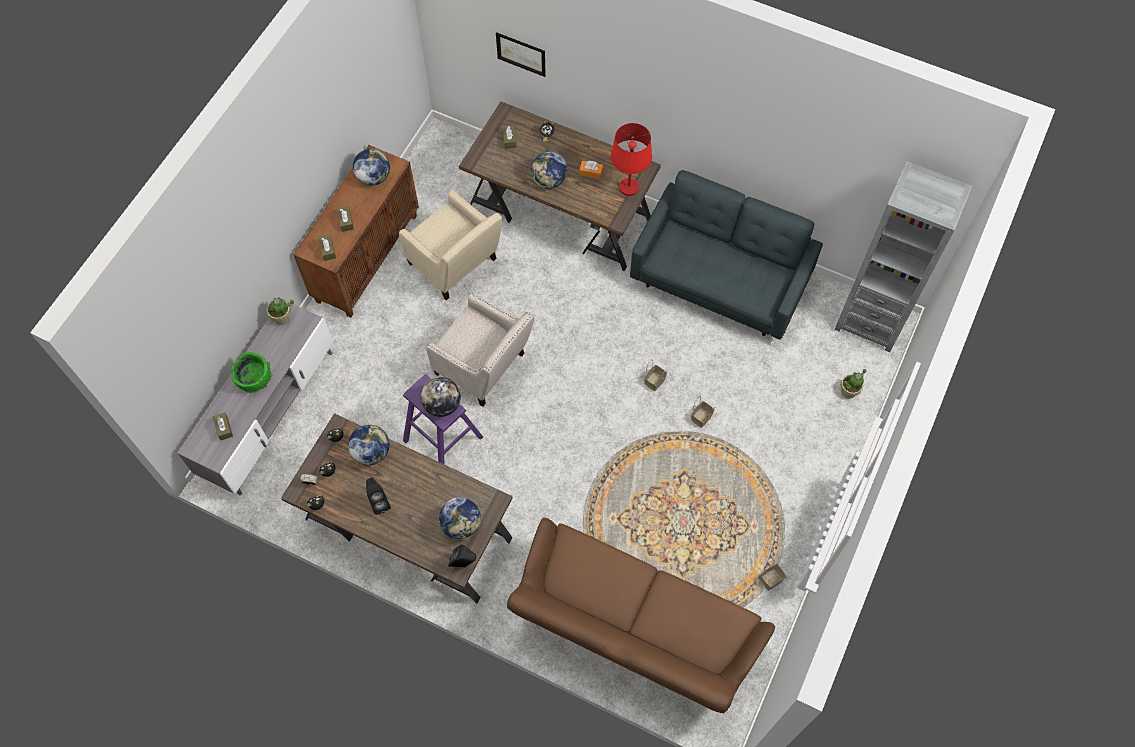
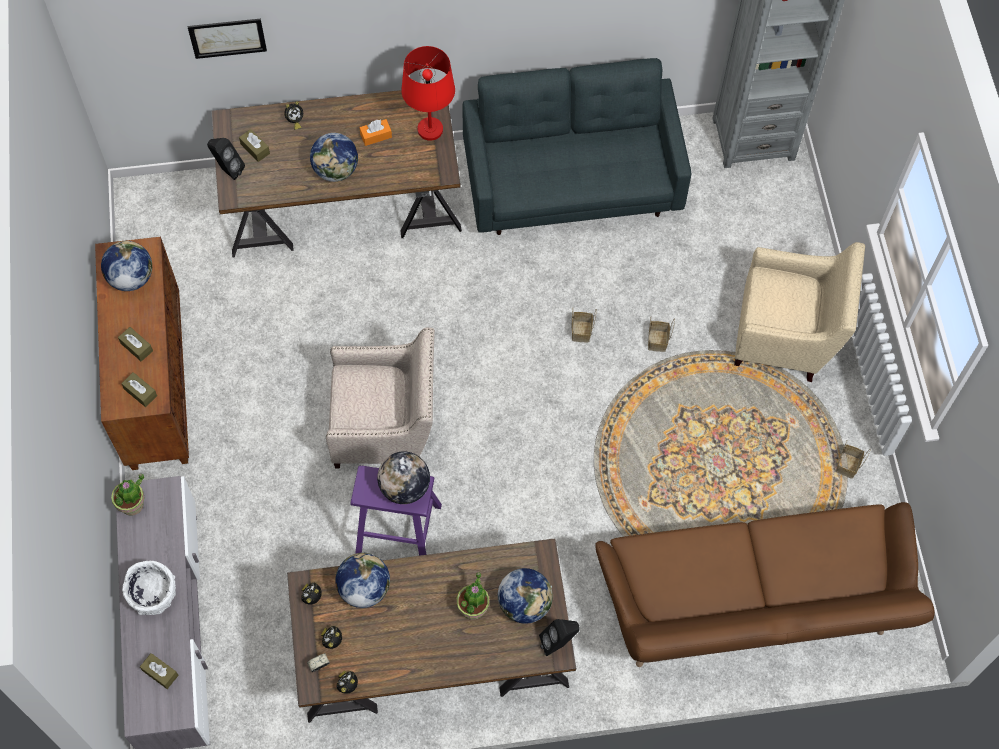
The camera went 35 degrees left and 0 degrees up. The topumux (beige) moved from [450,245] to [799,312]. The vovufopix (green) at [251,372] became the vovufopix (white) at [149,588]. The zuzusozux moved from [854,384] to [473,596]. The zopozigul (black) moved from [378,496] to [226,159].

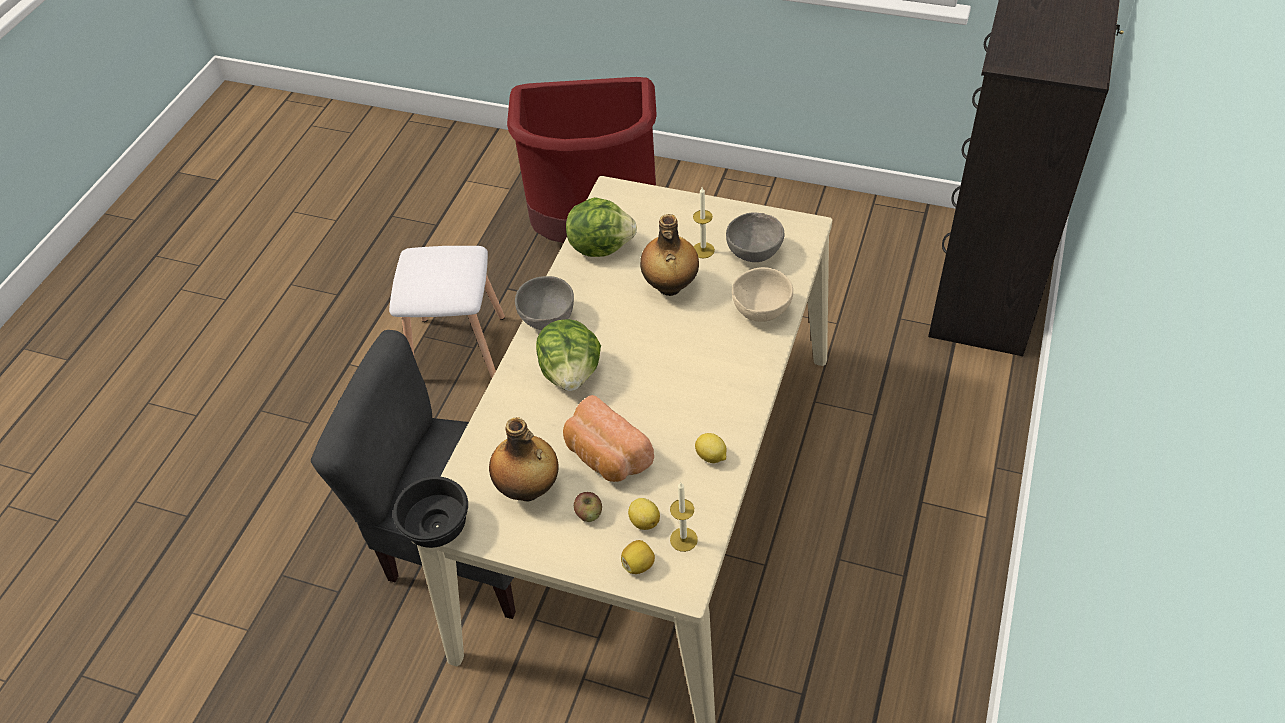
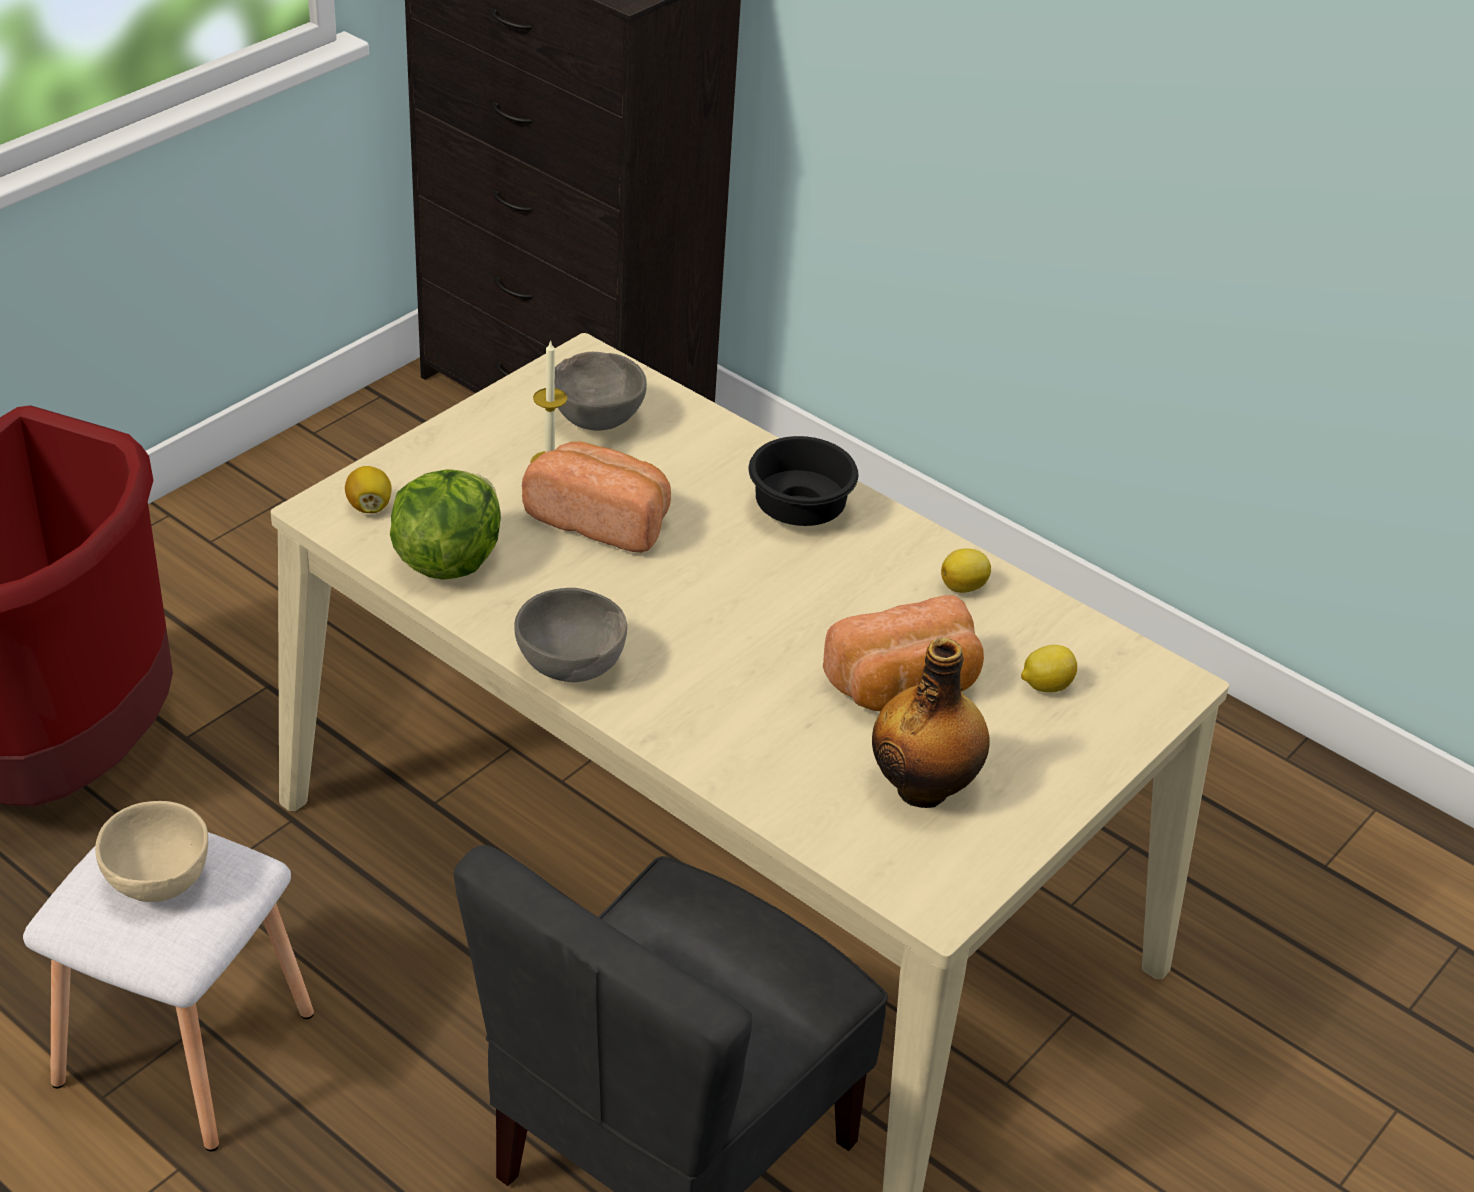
The camera went 75 degrees left and 10 degrees down. The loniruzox at [669,255] was replaced by the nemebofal at [596,497]. The vovufopix (beige) moved from [762,294] to [151,851]. The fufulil at [568,355] disappeared. The vovufopix (black) moved from [430,512] to [803,481]. The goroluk at [684,517] disappeared. The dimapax at [588,507] disappeared. The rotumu moved from [638,557] to [368,489].

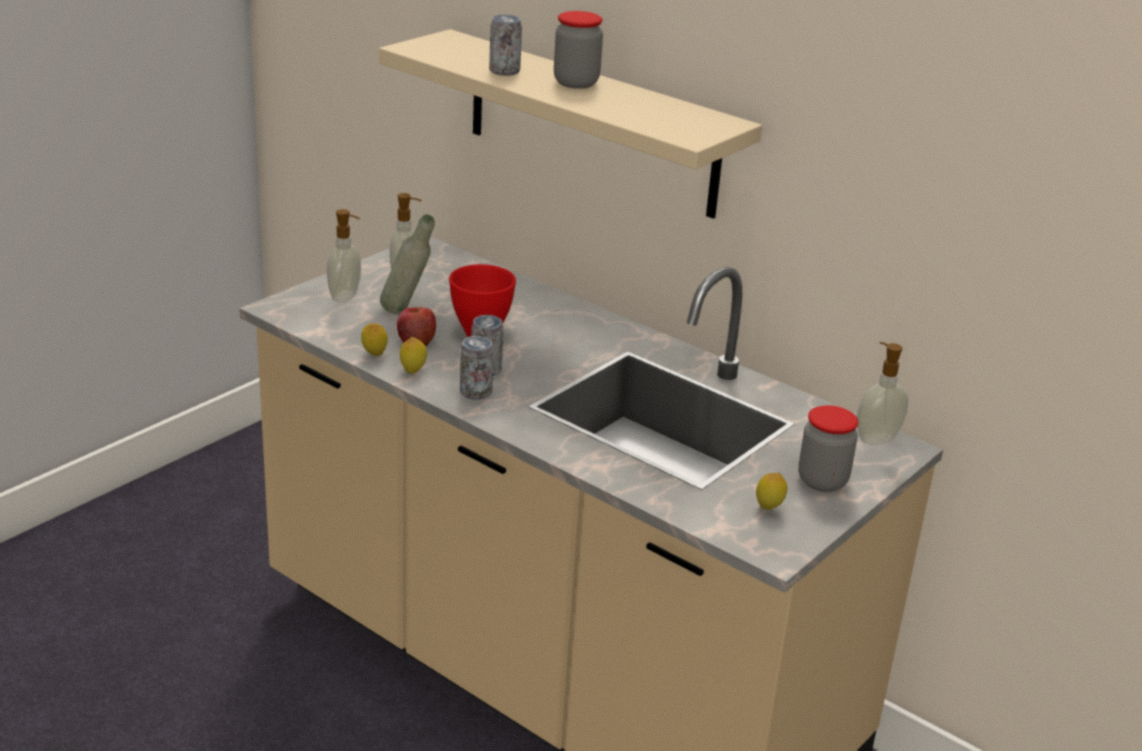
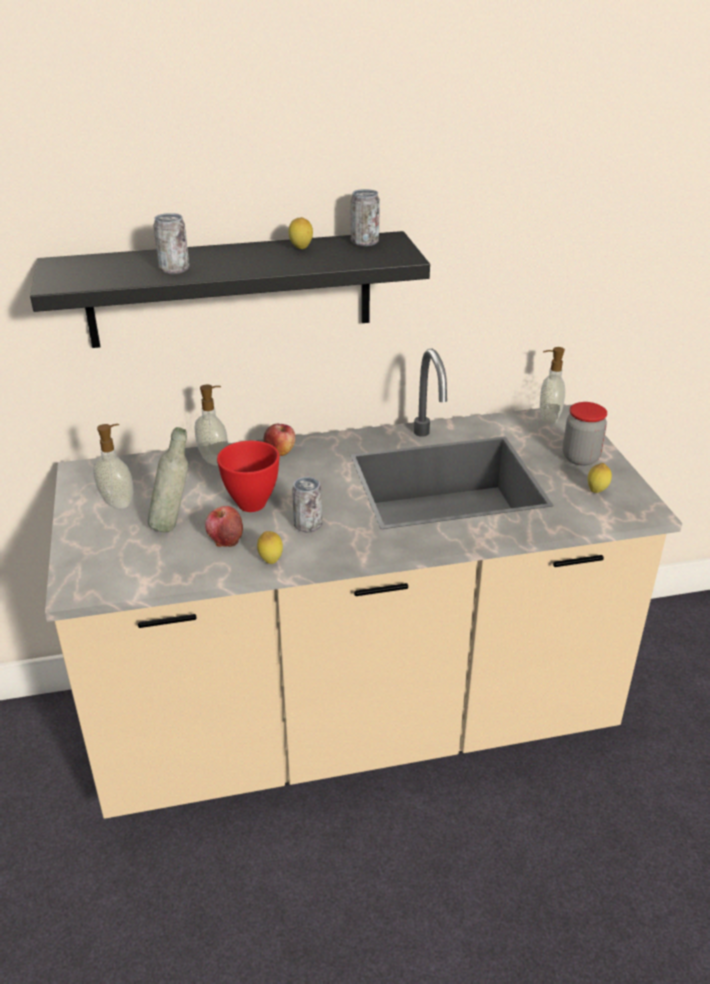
The camera went 50 degrees left and 5 degrees up. The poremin at [578,50] disappeared. The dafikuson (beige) at [570,124] became the dafikuson (black) at [230,289]. The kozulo moved from [344,256] to [211,425]. The rotumu moved from [374,339] to [300,233]. The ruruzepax moved from [477,368] to [365,217]. The dimapax at [279,440] appeared.

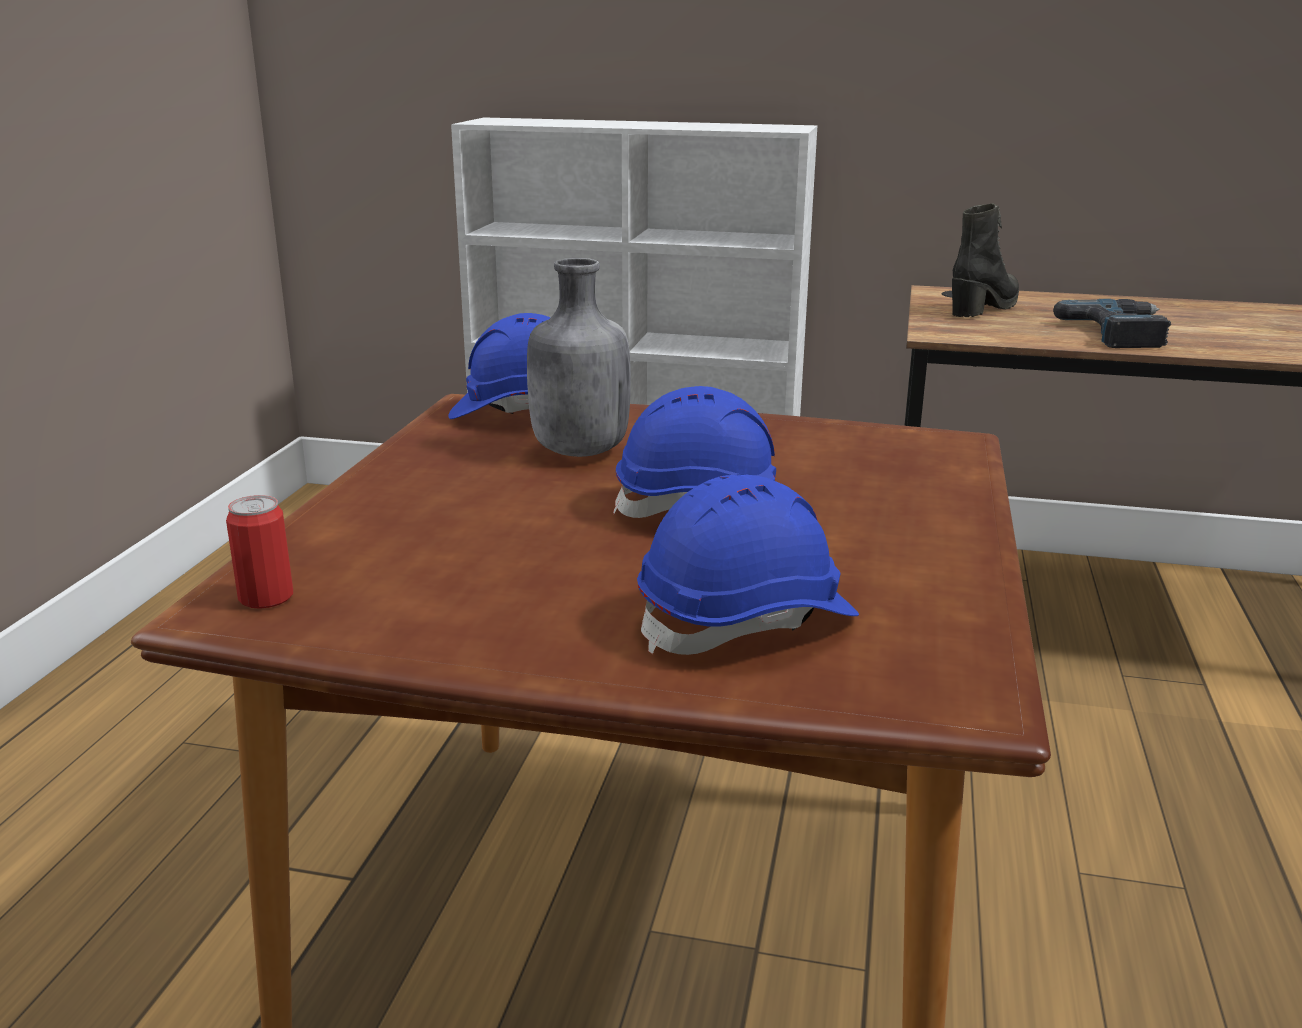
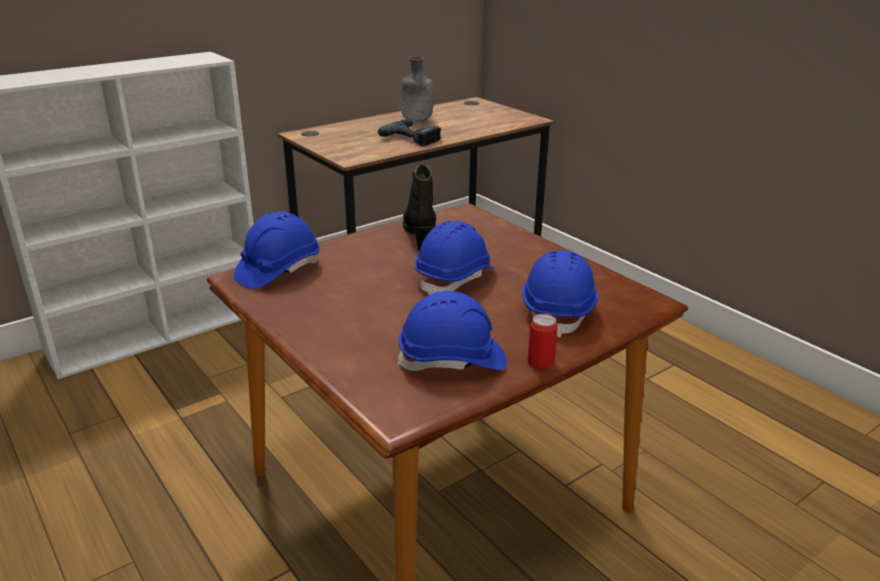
The camera went 50 degrees left and 5 degrees up. The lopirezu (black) moved from [985,260] to [419,207]. The loniruzox (grey) moved from [579,357] to [417,89]. The ruruzepax moved from [259,552] to [543,342]. The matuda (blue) at [452,331] appeared.

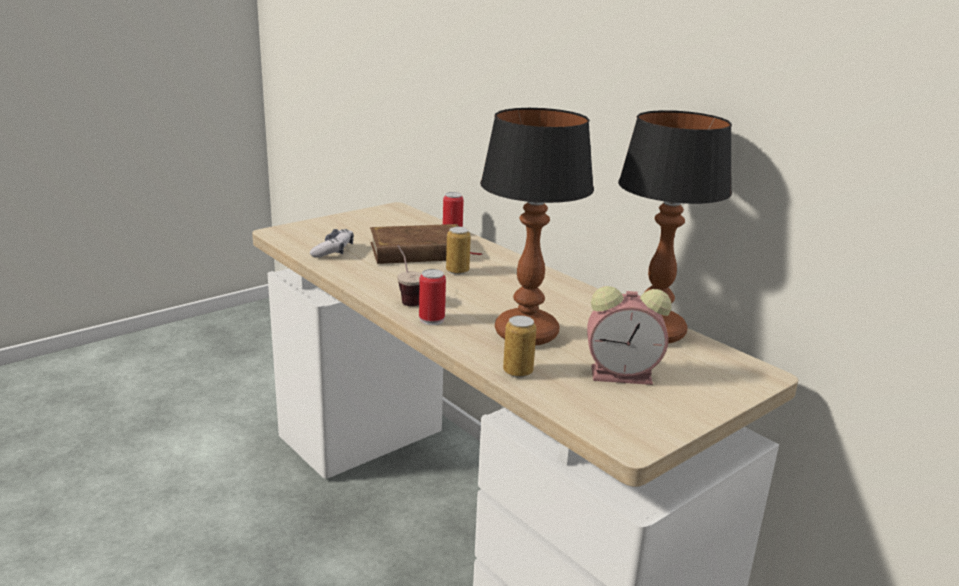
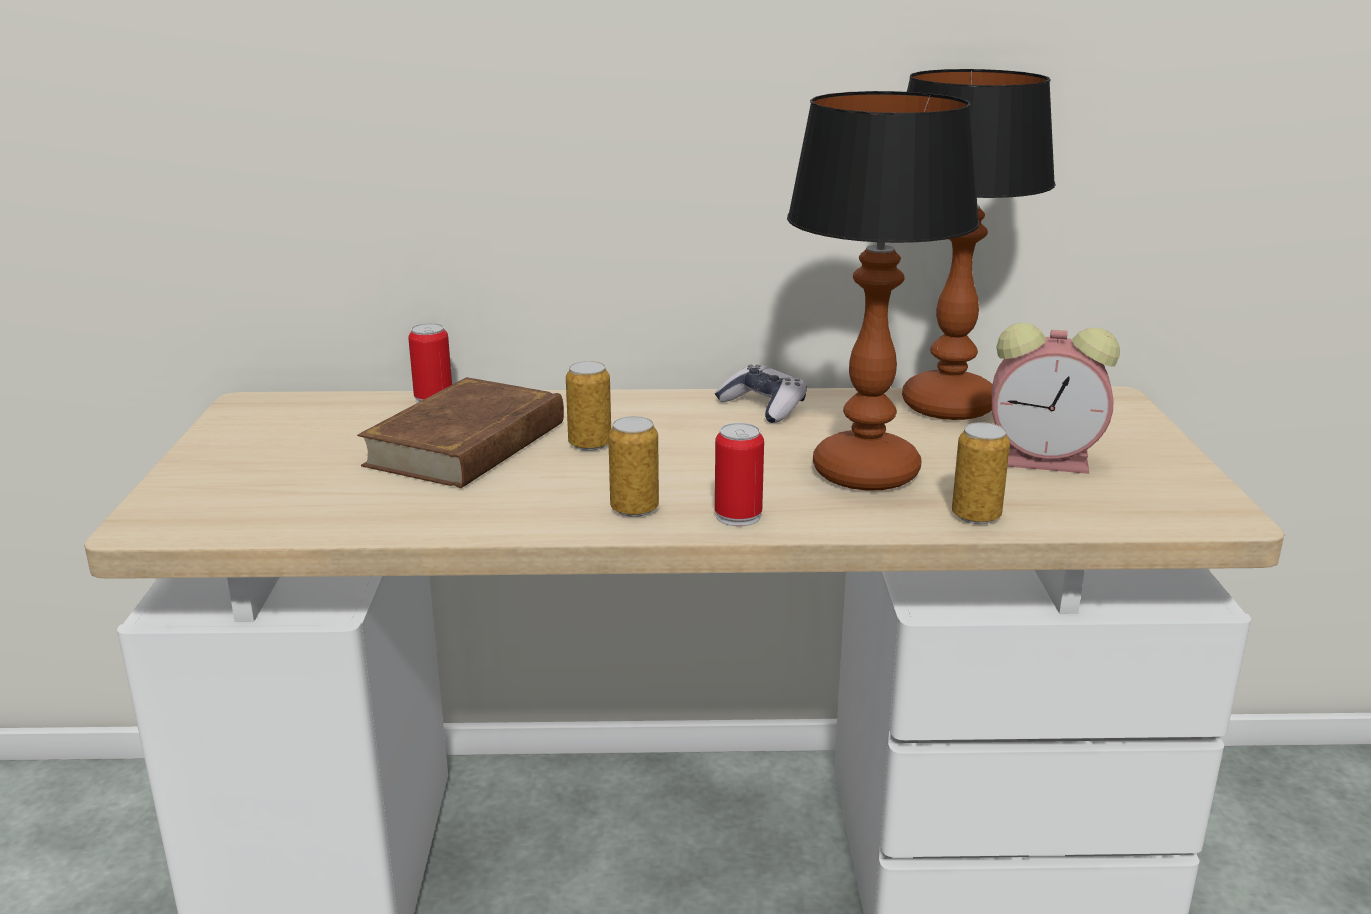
The camera went 50 degrees left and 0 degrees up. The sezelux moved from [332,243] to [761,393]. The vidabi at [409,275] was replaced by the ruruzepax at [633,466]. The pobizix at [629,335] turned 60 degrees clockwise.

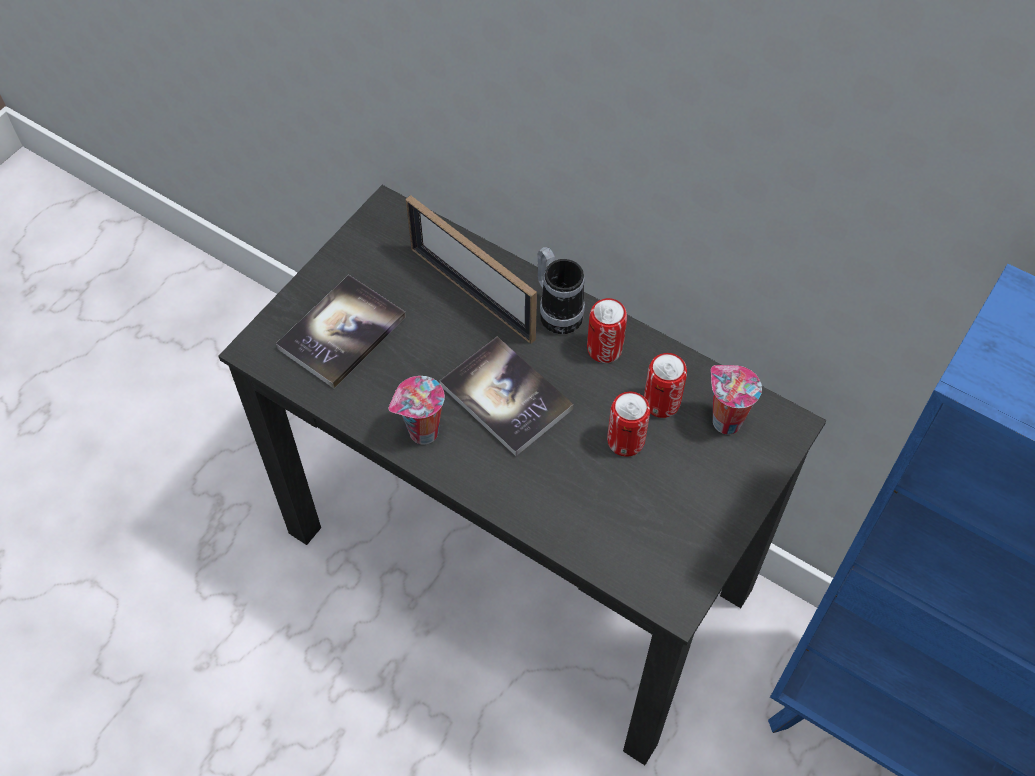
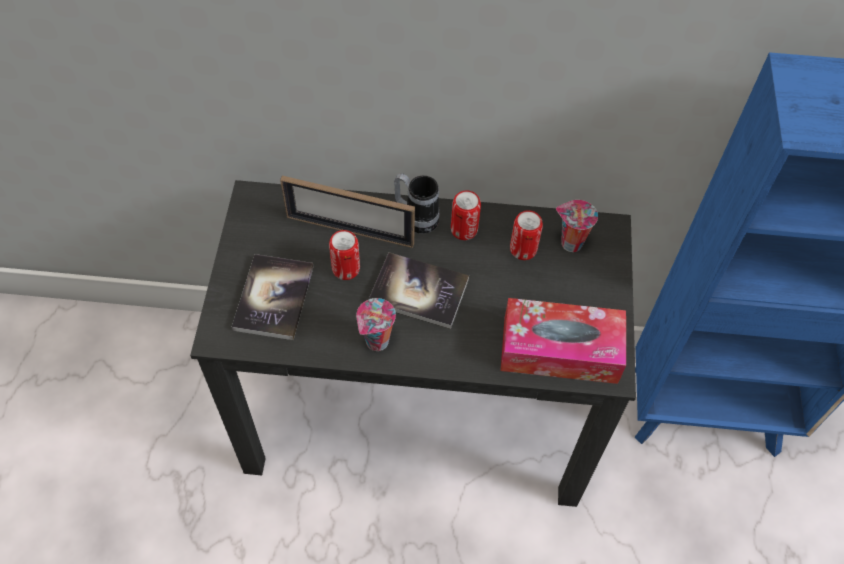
The camera went 30 degrees left and 0 degrees up. The ruruzepax moved from [628,424] to [344,255]. The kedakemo at [563,341] appeared.

